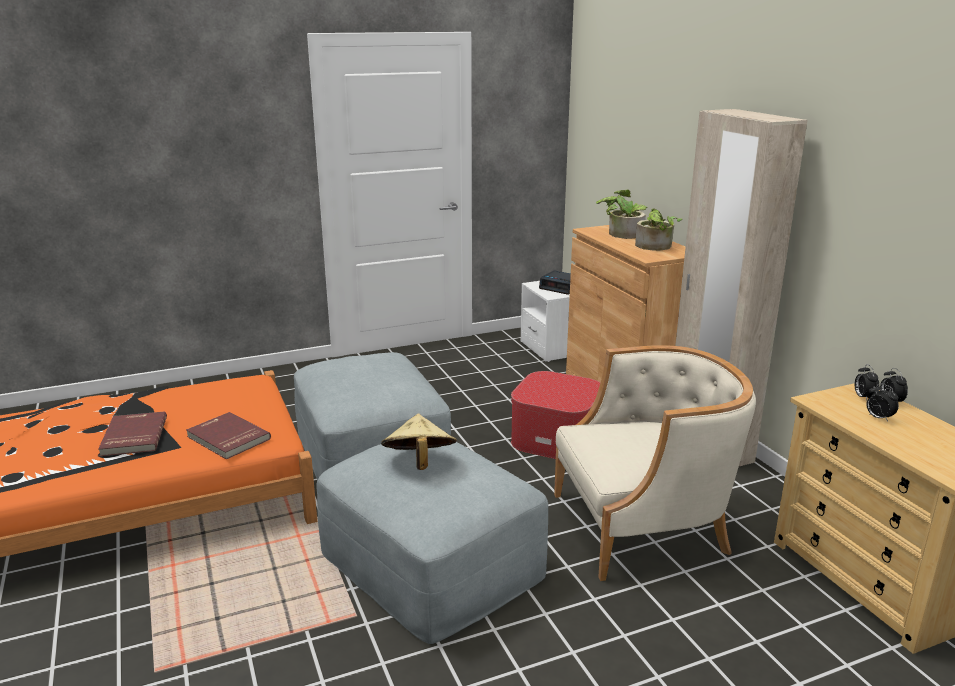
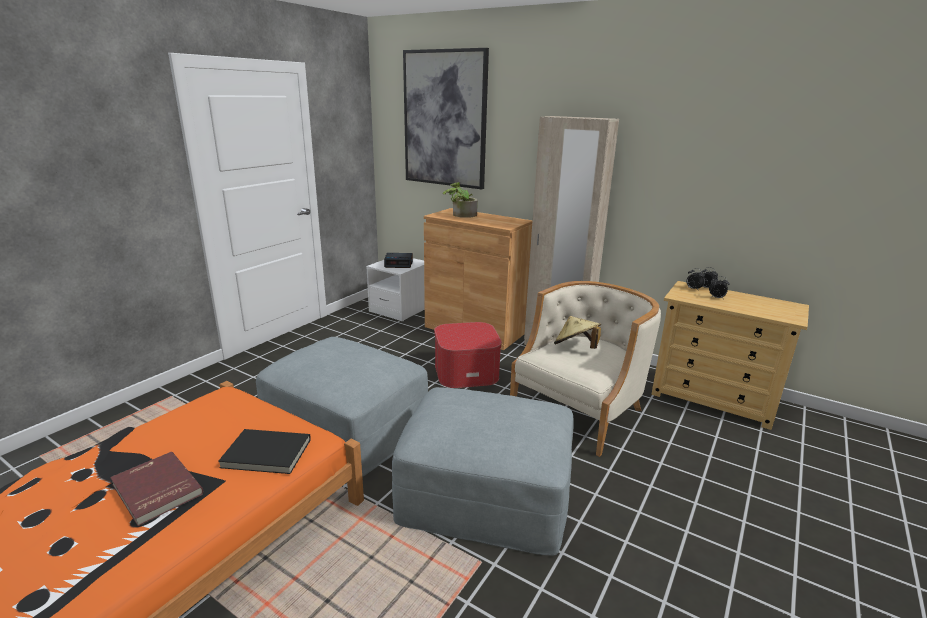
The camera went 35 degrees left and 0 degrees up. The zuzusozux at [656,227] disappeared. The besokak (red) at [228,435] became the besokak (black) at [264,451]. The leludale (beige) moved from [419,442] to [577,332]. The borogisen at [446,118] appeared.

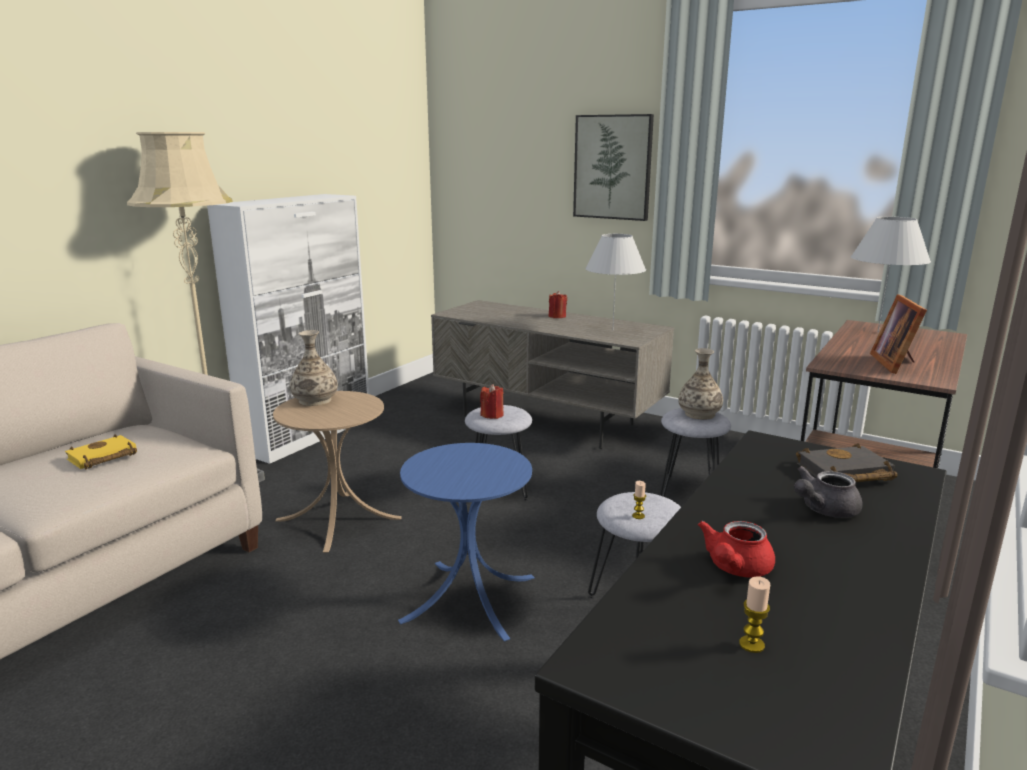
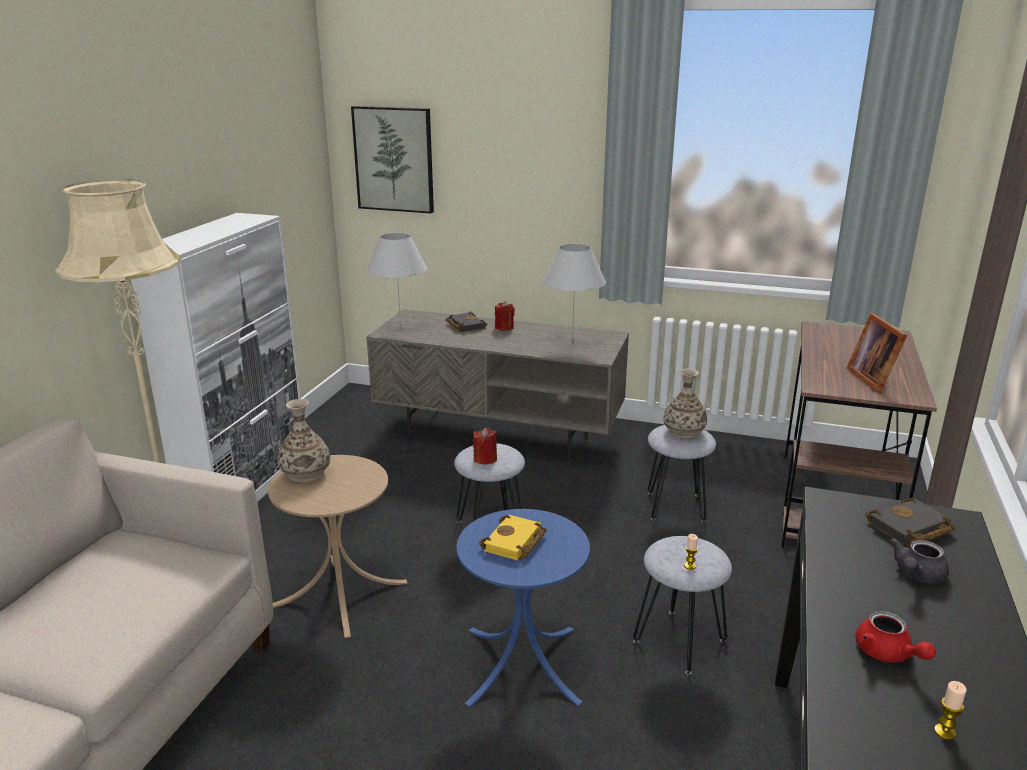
The camera went 15 degrees left and 5 degrees up. The borogisen moved from [613,167] to [392,159]. The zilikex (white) moved from [891,275] to [397,280]. The besokak (yellow) moved from [101,452] to [513,537]. The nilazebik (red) at [736,549] turned 45 degrees counterclockwise. The besokak (black) at [466,322] appeared.

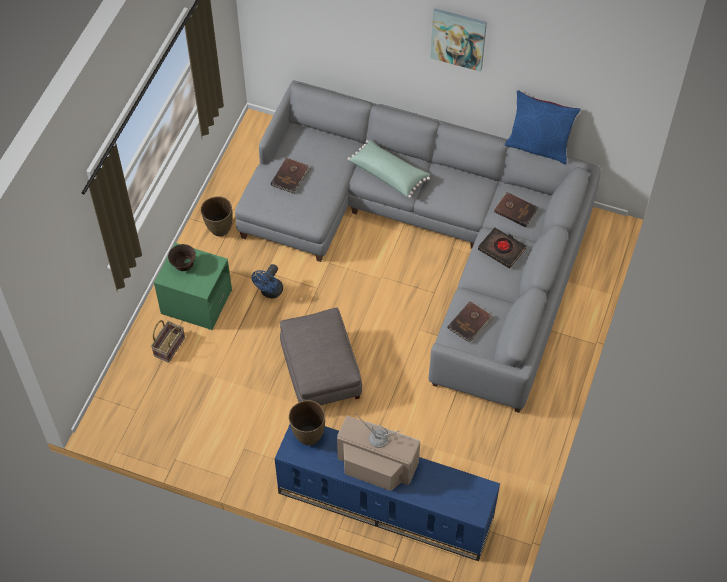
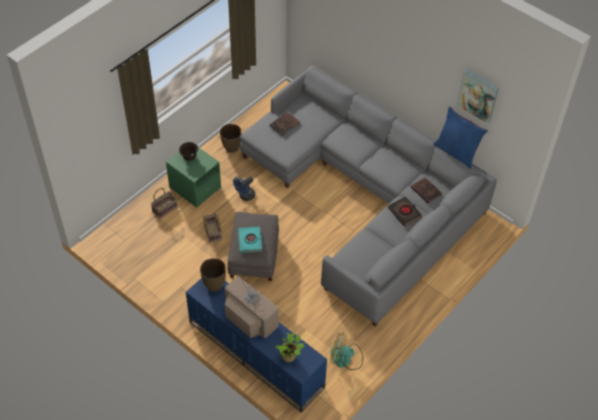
The camera went 20 degrees right and 5 degrees down. The borogisen moved from [458,40] to [478,96]. The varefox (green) at [389,168] disappeared. The besokak (brown) at [471,322] disappeared. The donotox at [212,227] appeared. The besokak (turquoise) at [250,239] appeared. The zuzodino at [346,351] appeared. The zuzusozux at [289,347] appeared.

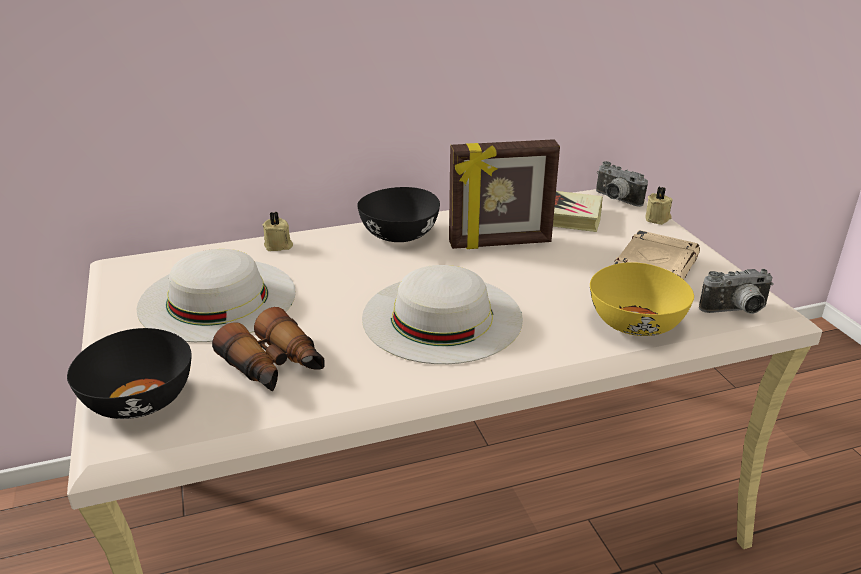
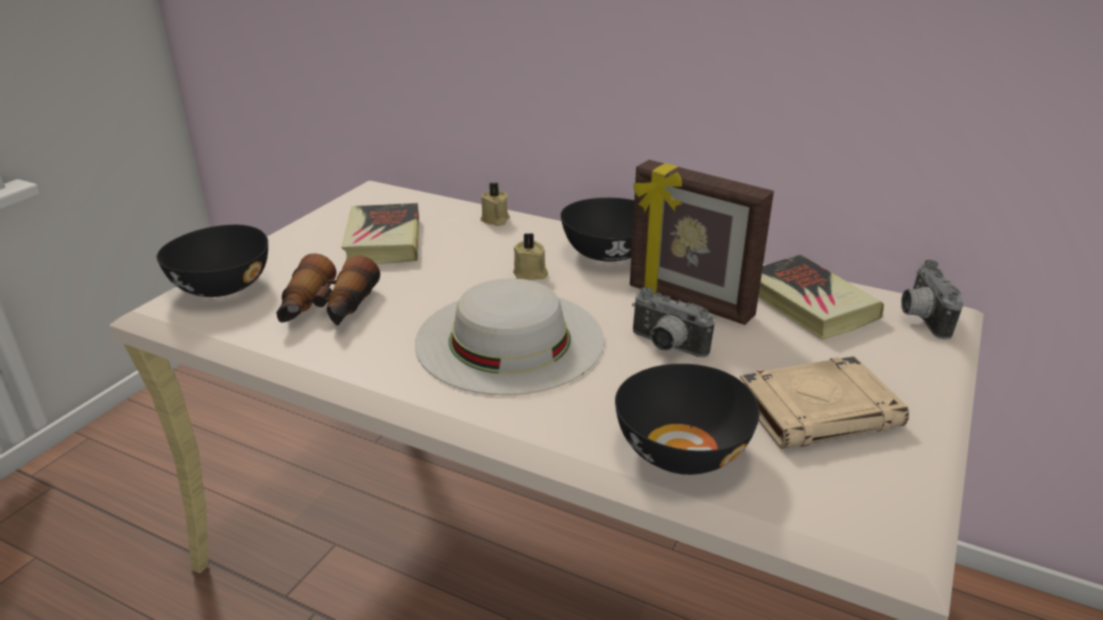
The camera went 45 degrees right and 0 degrees up. The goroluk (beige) moved from [659,206] to [530,256]. The leludale (white) at [216,295] was replaced by the besokak at [380,233]. The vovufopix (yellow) at [642,299] became the vovufopix (black) at [687,419]. The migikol moved from [736,291] to [673,322].

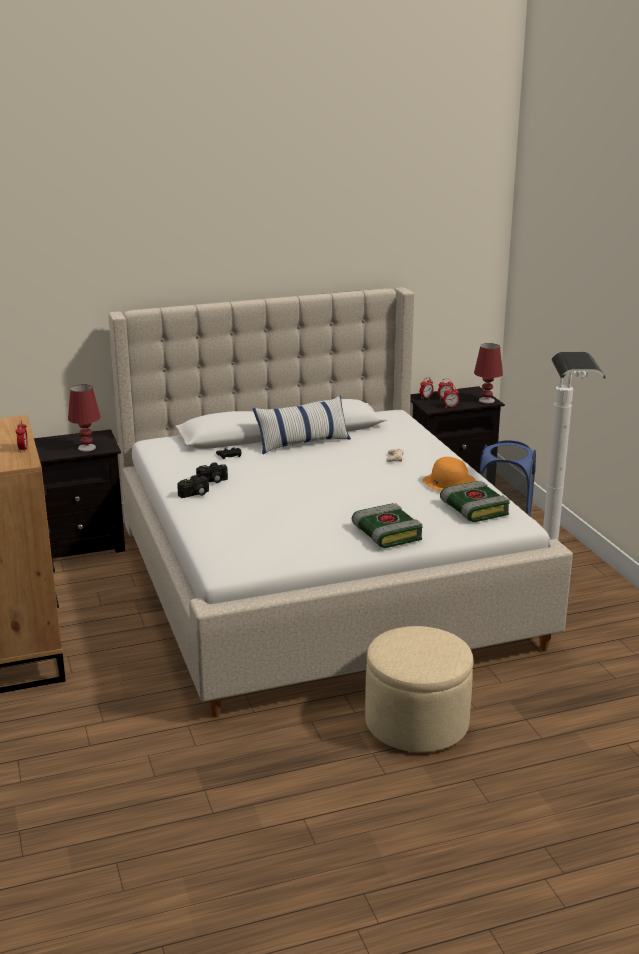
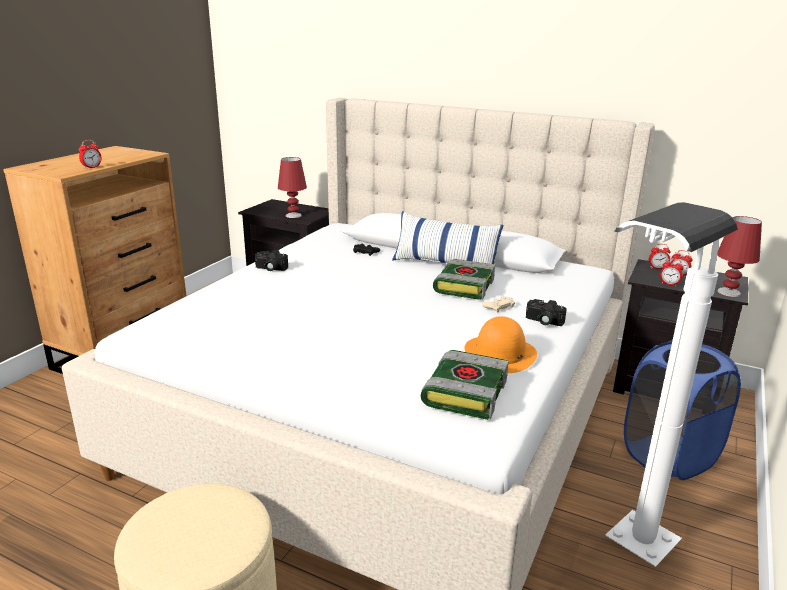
The camera went 45 degrees right and 0 degrees up. The migikol moved from [212,472] to [546,312]. The besokak moved from [387,525] to [464,279].

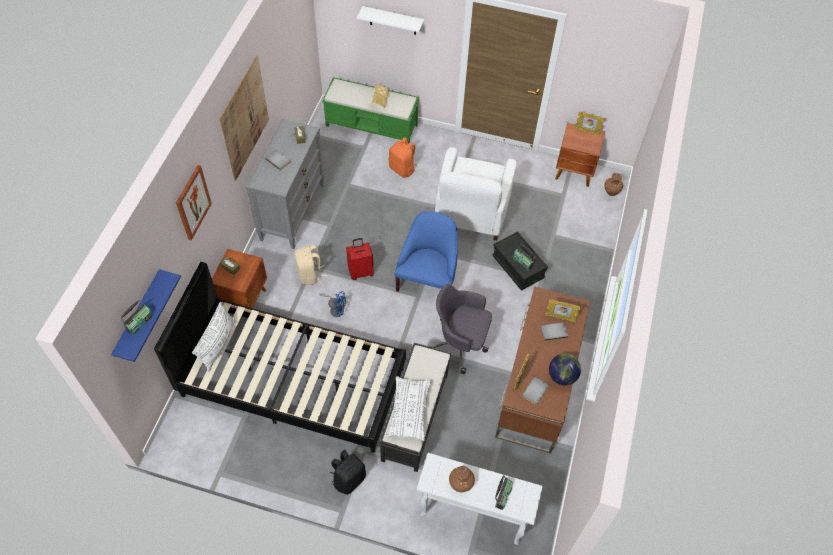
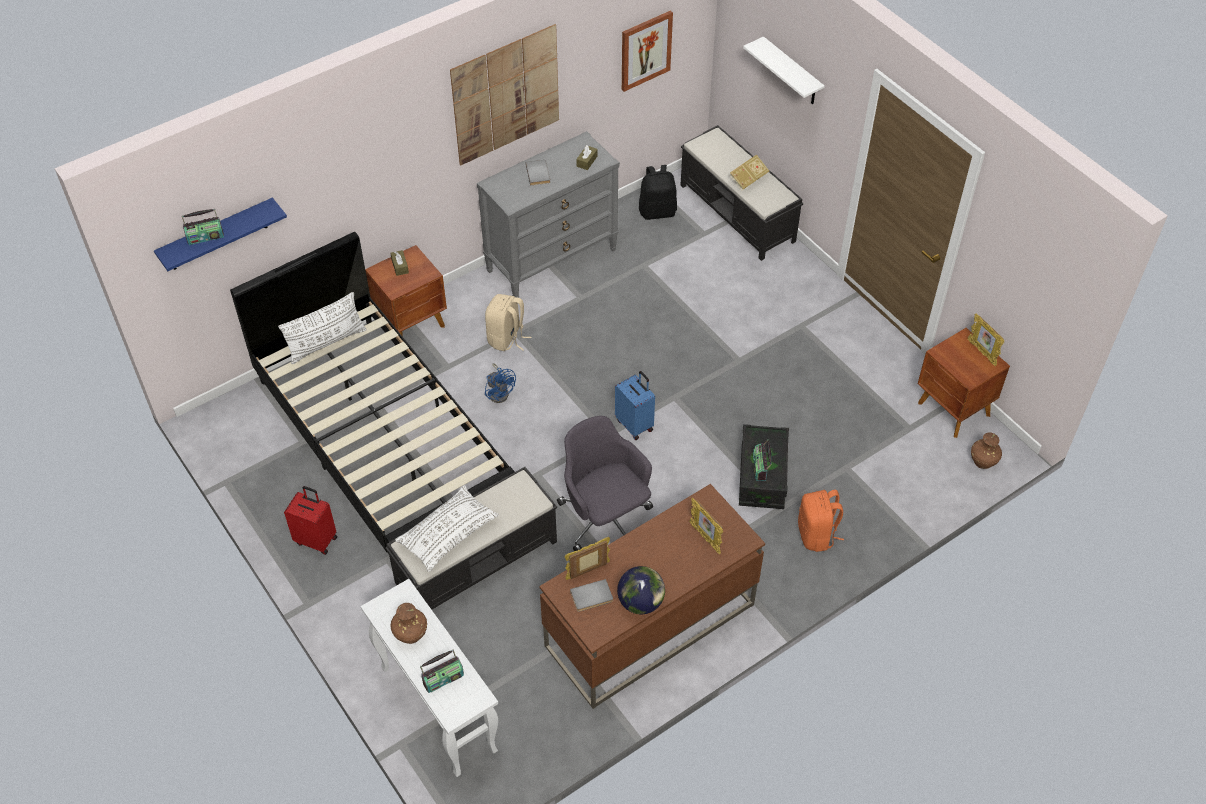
The camera went 40 degrees right and 5 degrees down. The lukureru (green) at [371,110] became the lukureru (black) at [741,193]. The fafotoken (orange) moved from [403,157] to [821,521]. The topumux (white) at [475,194] disappeared. The borogisen moved from [194,203] to [647,51]. The topumux (blue) at [426,251] was replaced by the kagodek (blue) at [635,405]. The kagodek (red) moved from [360,259] to [310,520]. The besokak (grey) at [554,331] disappeared. The fafotoken (black) moved from [348,472] to [658,192].

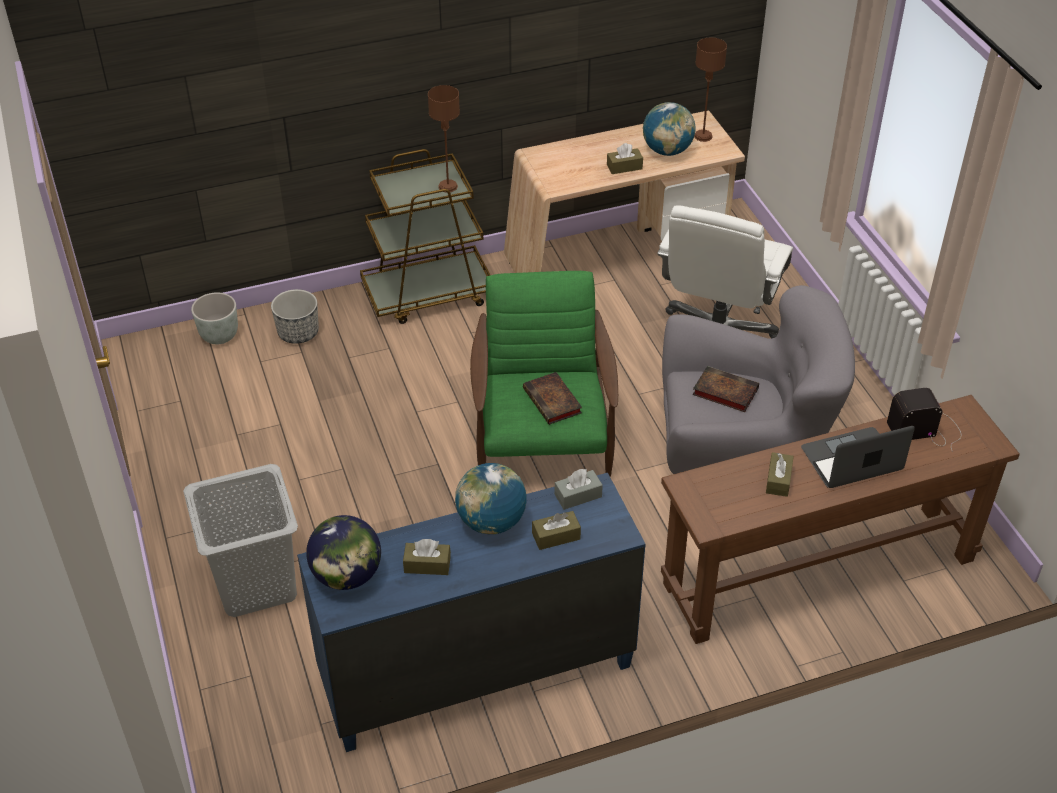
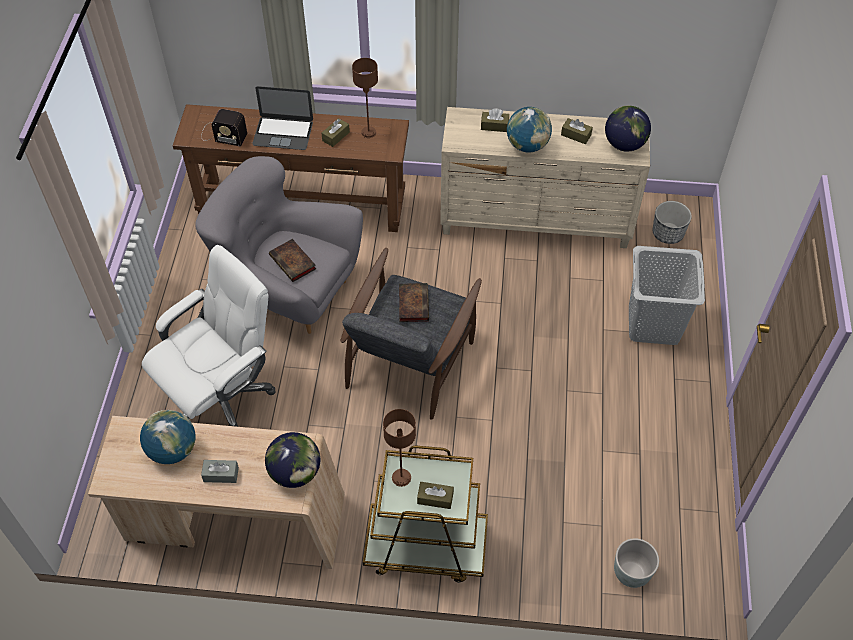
The camera went 155 degrees left and 10 degrees up. The zilikex (brown) moved from [710,90] to [365,98]. The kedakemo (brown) moved from [625,158] to [435,495]. The topumux (green) at [544,374] became the topumux (grey) at [411,334]. The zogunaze moved from [295,316] to [672,222]. The kedakemo (grey) moved from [579,489] to [220,471]. The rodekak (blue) at [471,612] became the rodekak (beige) at [545,177]. The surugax at [292,460] appeared.

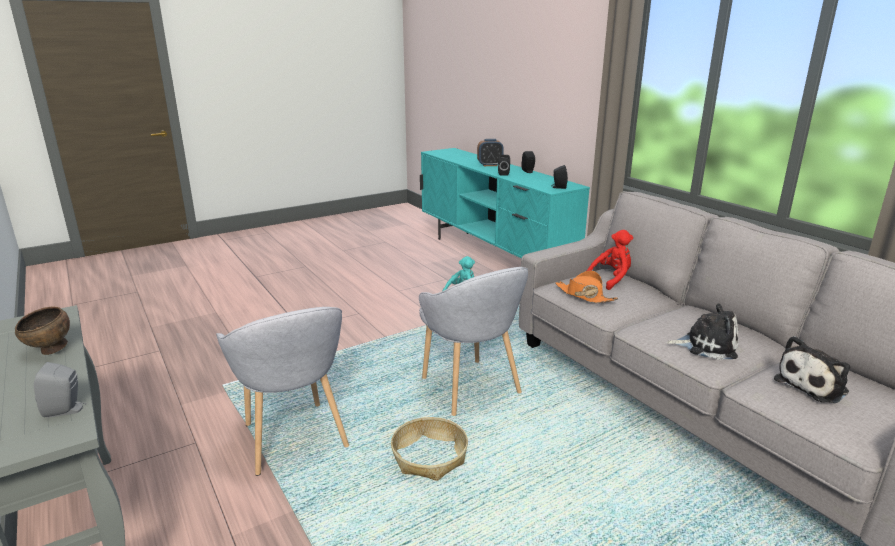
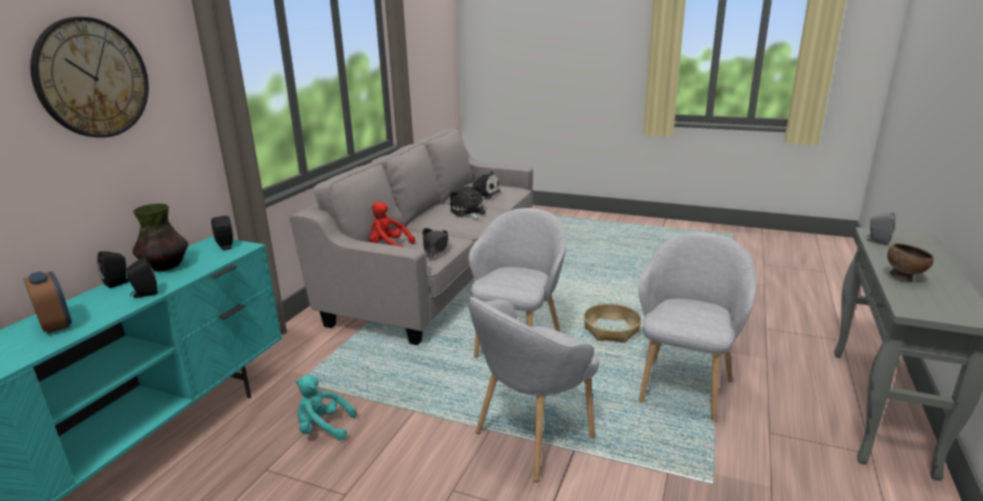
The camera went 125 degrees left and 0 degrees up. The leludale (orange) at [586,286] became the leludale (black) at [435,242]. The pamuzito at [89,77] appeared. The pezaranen at [160,237] appeared. The topumux (grey) at [534,389] appeared.

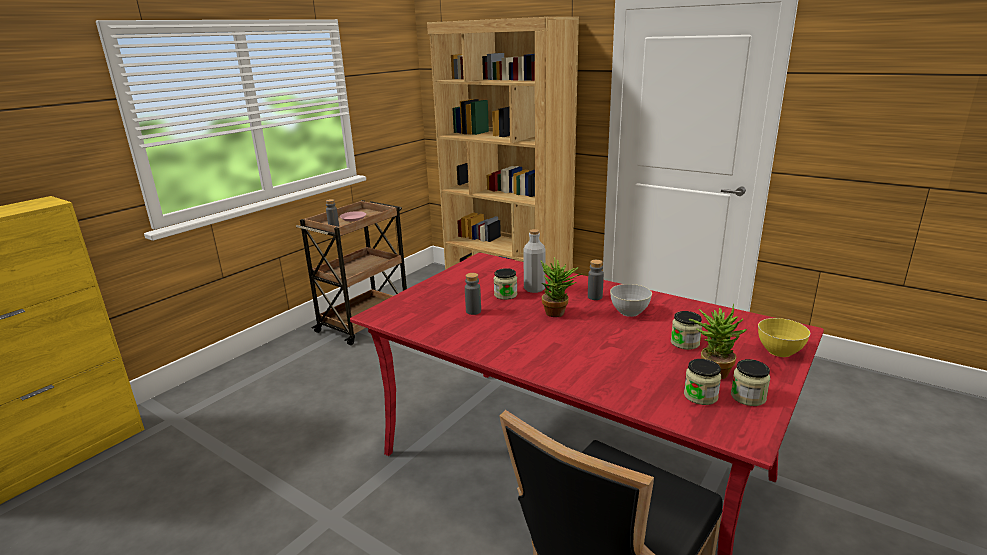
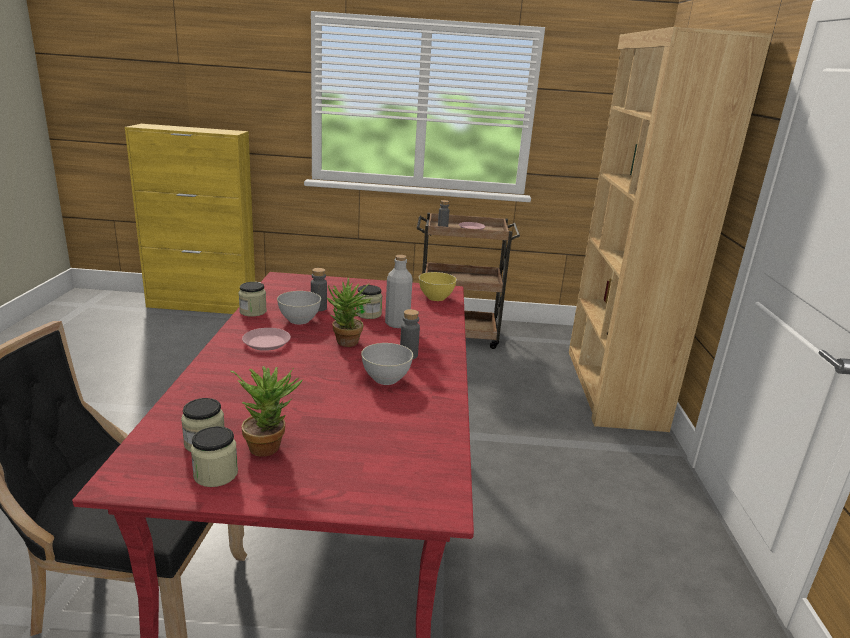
The camera went 55 degrees right and 0 degrees up. The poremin moved from [686,330] to [253,299]. The vovufopix (yellow) moved from [784,337] to [438,286]. The vovufopix (grey) at [299,307] appeared. The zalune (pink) at [266,339] appeared.

